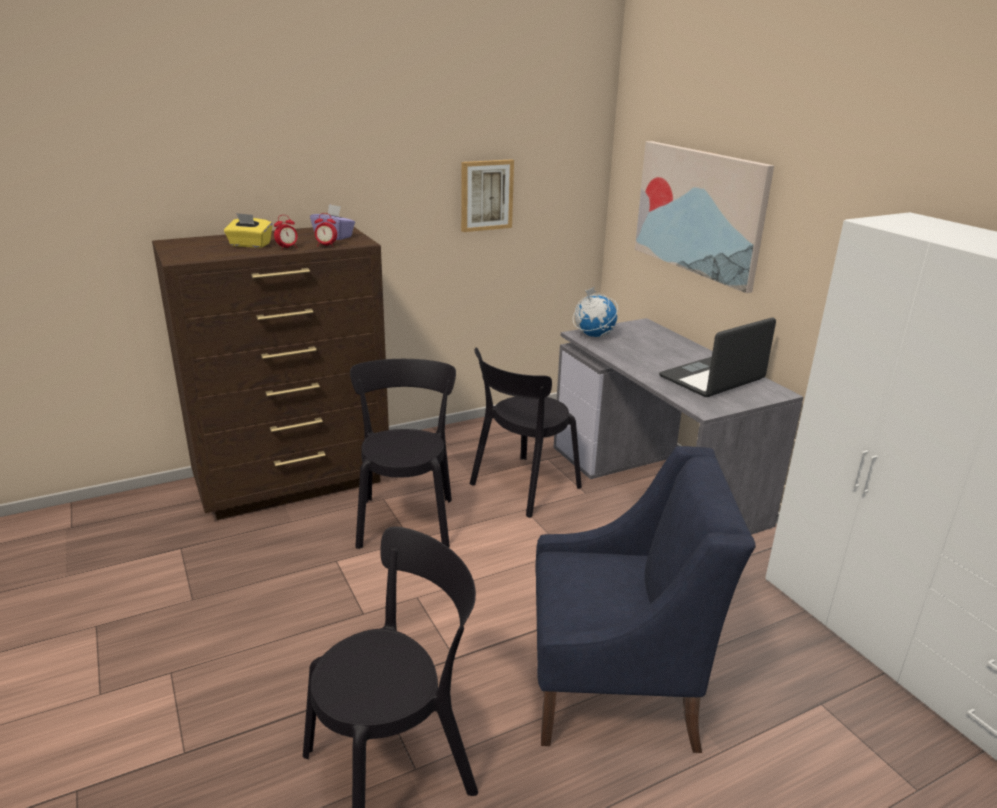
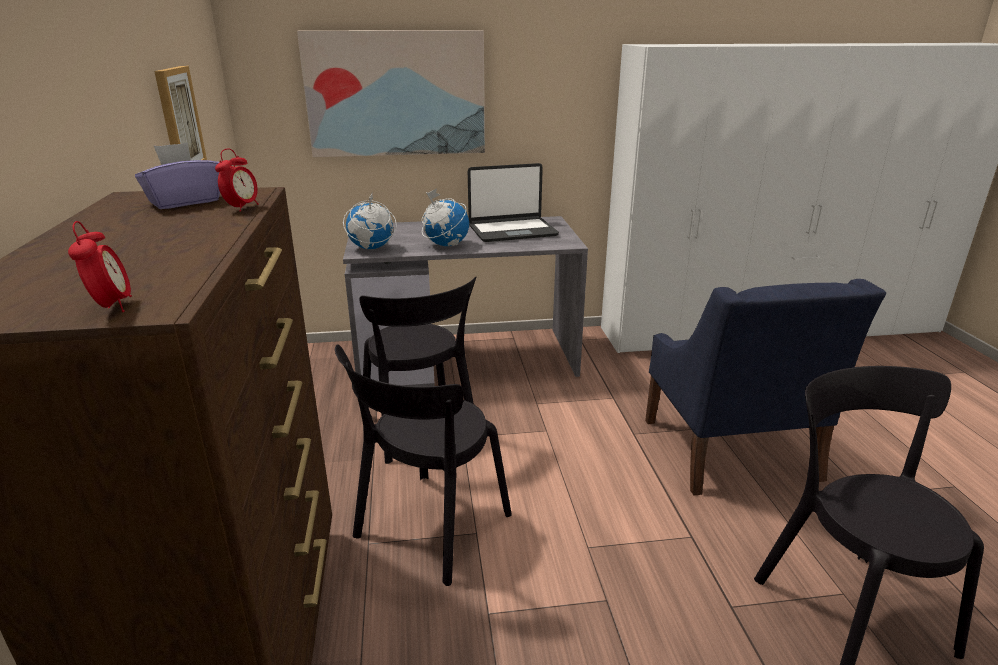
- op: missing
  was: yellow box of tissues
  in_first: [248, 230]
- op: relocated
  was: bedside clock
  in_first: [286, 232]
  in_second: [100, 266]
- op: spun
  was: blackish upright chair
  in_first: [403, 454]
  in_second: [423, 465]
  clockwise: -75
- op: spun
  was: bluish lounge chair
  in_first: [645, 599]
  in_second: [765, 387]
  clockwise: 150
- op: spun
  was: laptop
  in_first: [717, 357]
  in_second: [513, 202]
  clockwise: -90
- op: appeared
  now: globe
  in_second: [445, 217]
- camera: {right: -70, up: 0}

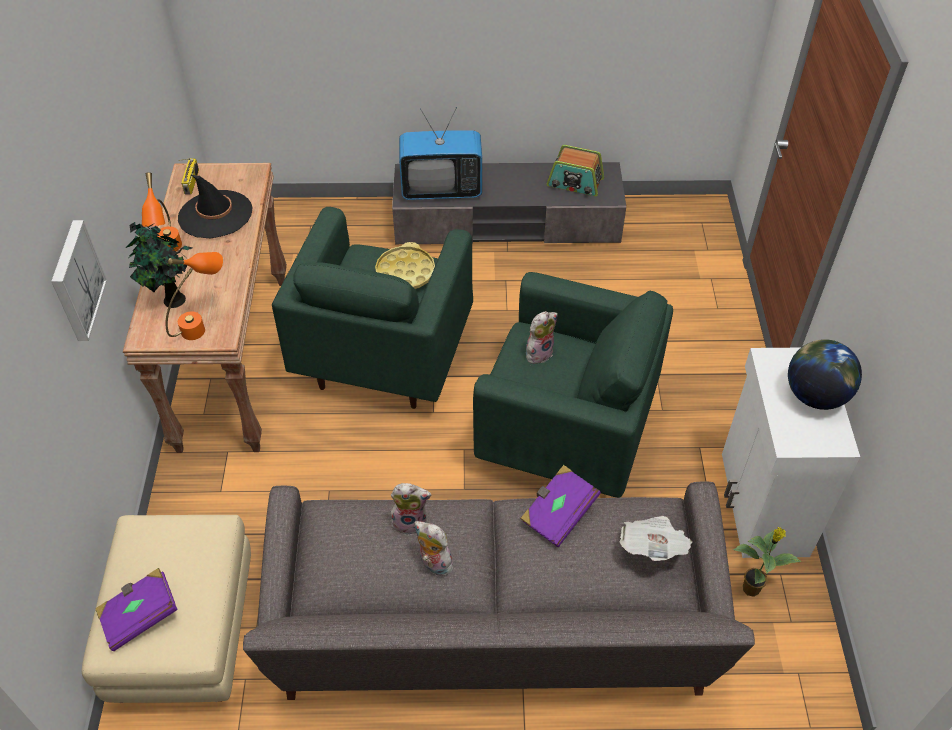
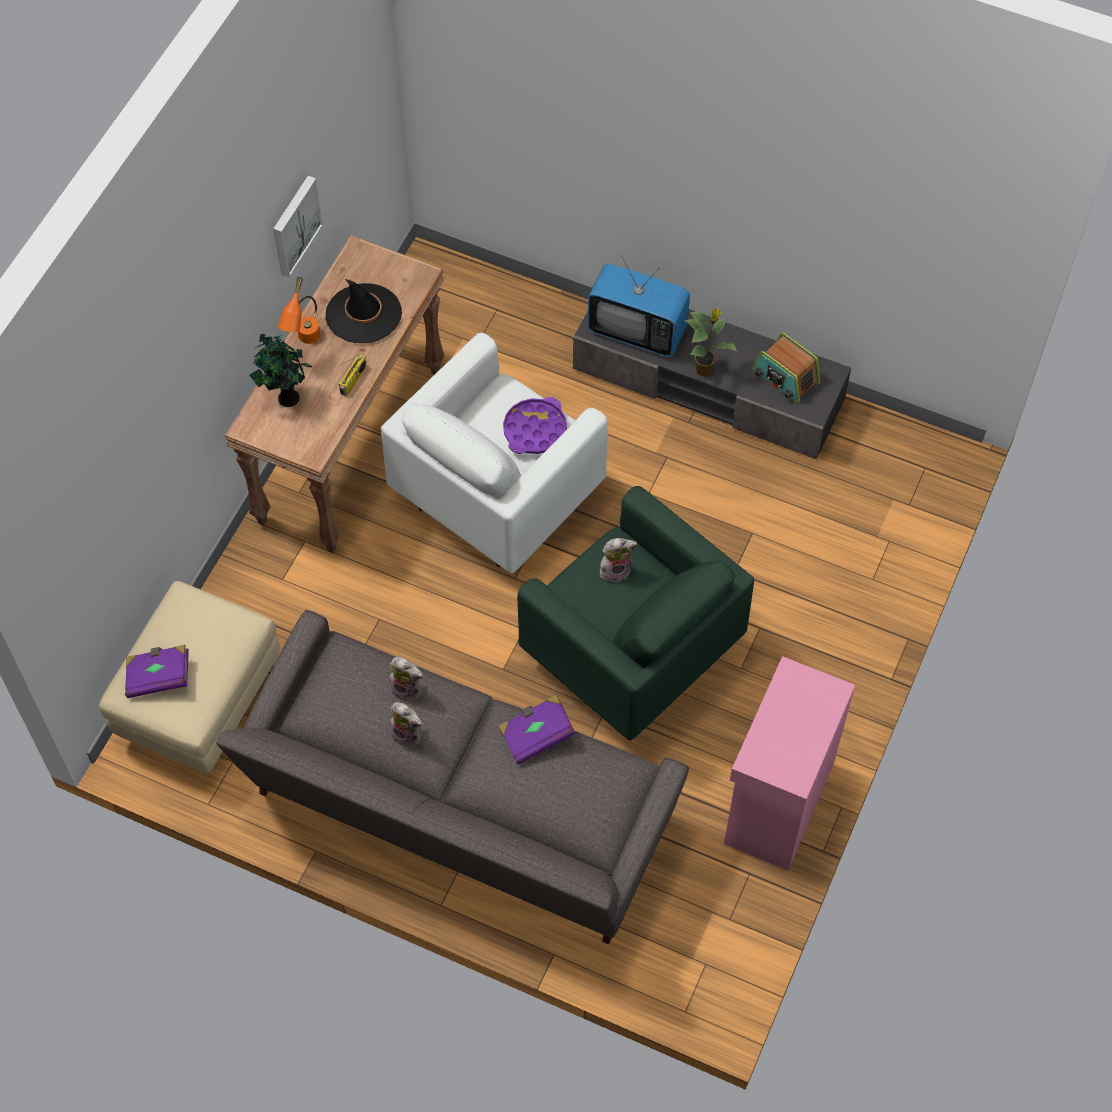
- op: relocated
  was: wall picture
  in_first: [79, 280]
  in_second: [298, 226]
- op: missing
  was: orange table lamp
  in_first: [194, 296]
- op: relocated
  was: radio receiver
  in_first: [188, 176]
  in_second: [353, 375]
- op: colour
  was: green lounge chair
  now: white lounge chair
  in_first: [372, 308]
  in_second: [494, 453]
- op: colour
  was: yellow carrying tray
  now: purplish carrying tray
  in_first: [405, 265]
  in_second: [535, 425]
- op: spun
  was: soft toy
  in_first: [434, 548]
  in_second: [406, 725]
  clockwise: 150
- op: missing
  was: newspaper
  in_first: [656, 538]
- op: colour
  was: white cabinet
  now: pink cabinet
  in_first: [791, 453]
  in_second: [789, 763]
- op: relocated
  was: potted plant
  in_first: [767, 562]
  in_second: [710, 342]
- op: missing
  was: globe
  in_first: [825, 374]
- camera: {right: 25, up: 10}

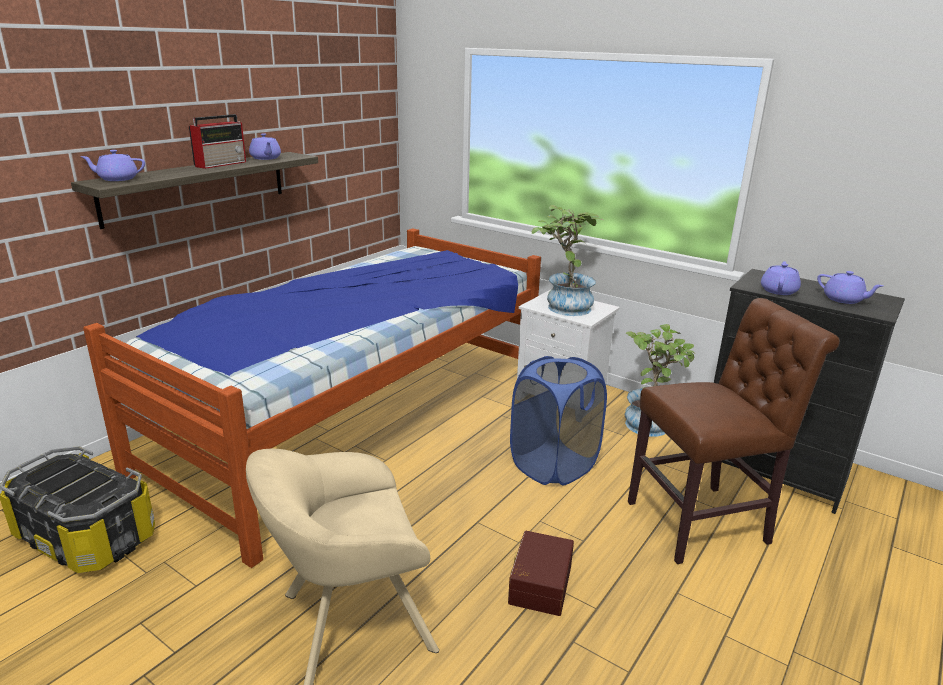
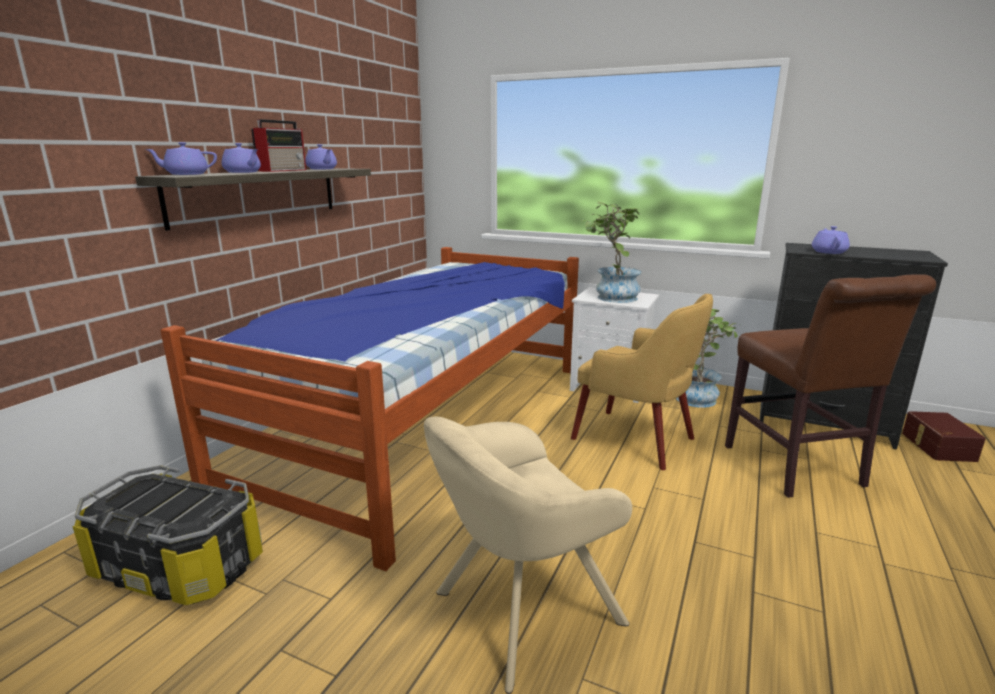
- op: relocated
  was: brown-coloured storage box
  in_first: [541, 573]
  in_second: [944, 436]
- op: exchanged
  was: bluish laundry basket
  now: yellow lounge chair
  in_first: [558, 421]
  in_second: [642, 382]
- op: spun
  was: brown-coloured upright chair
  in_first: [734, 431]
  in_second: [830, 386]
  clockwise: 105
- op: relocated
  was: purplish tea pot
  in_first: [850, 287]
  in_second: [241, 158]
- camera: {right: -10, up: -5}

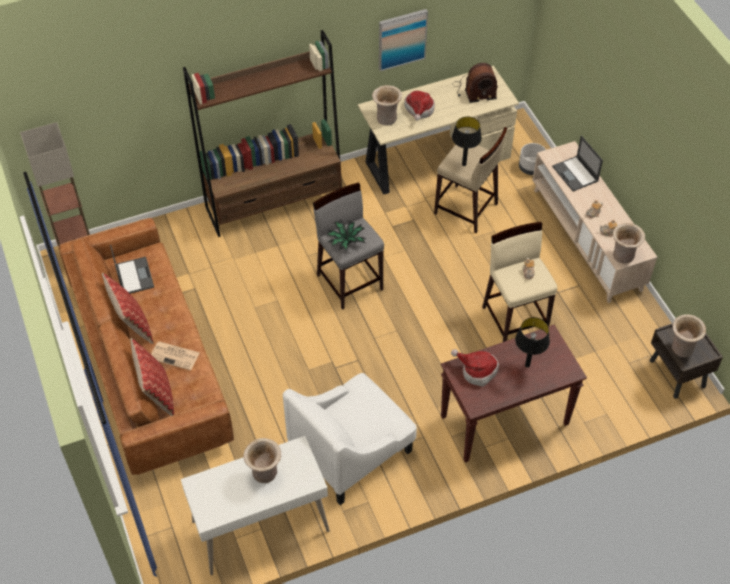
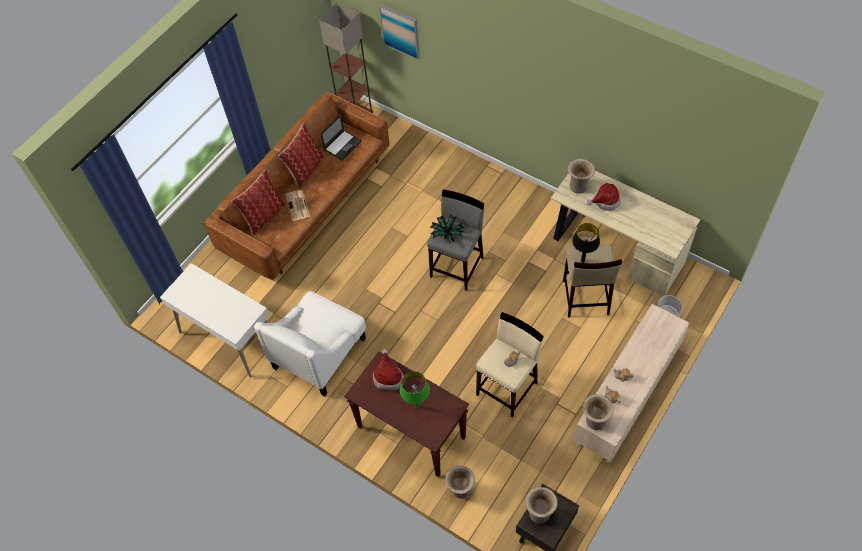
- op: missing
  was: brown-coloured shelving unit
  in_first: [262, 133]
- op: relocated
  was: beige-coloured flower vase
  in_first: [262, 460]
  in_second: [460, 482]
- op: spun
  was: white lounge chair
  in_first: [350, 439]
  in_second: [310, 344]
  clockwise: -75
- op: relocated
  was: wall picture
  in_first: [403, 40]
  in_second: [399, 32]
- op: missing
  was: radio receiver
  in_first: [475, 83]
- op: colour
  was: blackish table lamp
  now: green table lamp
  in_first: [532, 342]
  in_second: [415, 389]
- op: missing
  was: laptop
  in_first: [577, 164]
- camera: {right: 60, up: 5}

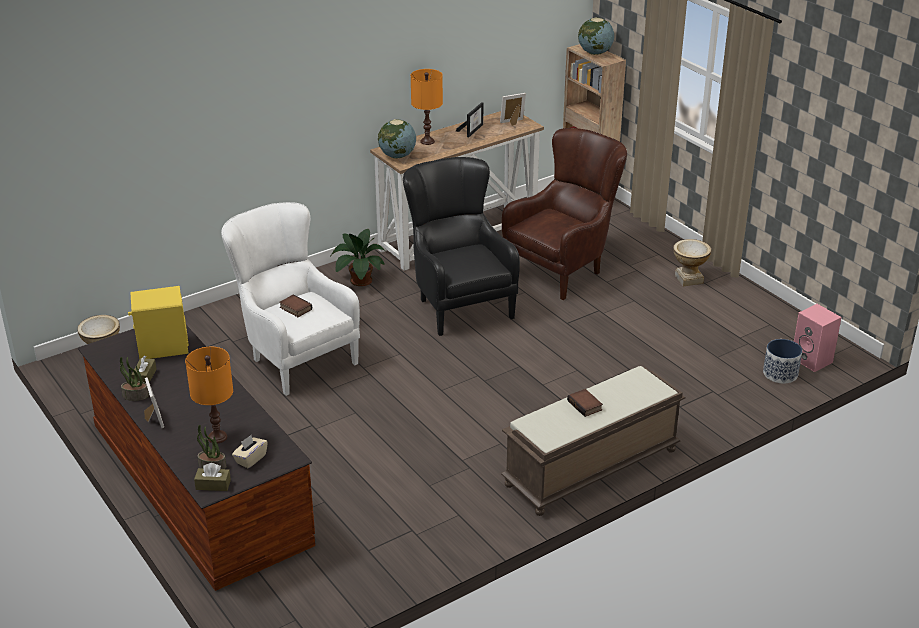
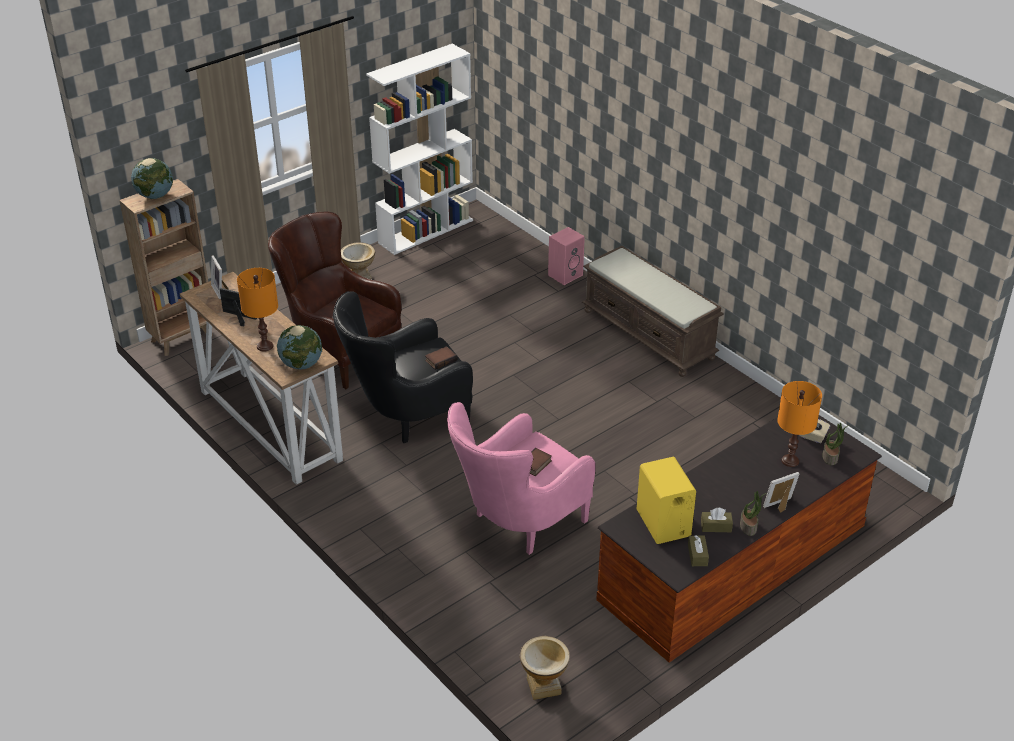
- op: relocated
  was: brown-coloured box of tissues
  in_first: [212, 477]
  in_second: [698, 550]
- op: colour
  was: white lounge chair
  now: pink lounge chair
  in_first: [290, 299]
  in_second: [521, 478]
- op: missing
  was: potted plant
  in_first: [358, 257]
- op: relocated
  was: volume
  in_first: [585, 403]
  in_second: [441, 358]
- op: missing
  was: flower pot
  in_first: [782, 361]
- op: relocated
  was: pink audio speaker
  in_first: [818, 338]
  in_second: [566, 256]
- op: appeared
  now: white shelving unit
  in_second: [419, 149]
- camera: {right: -95, up: 5}

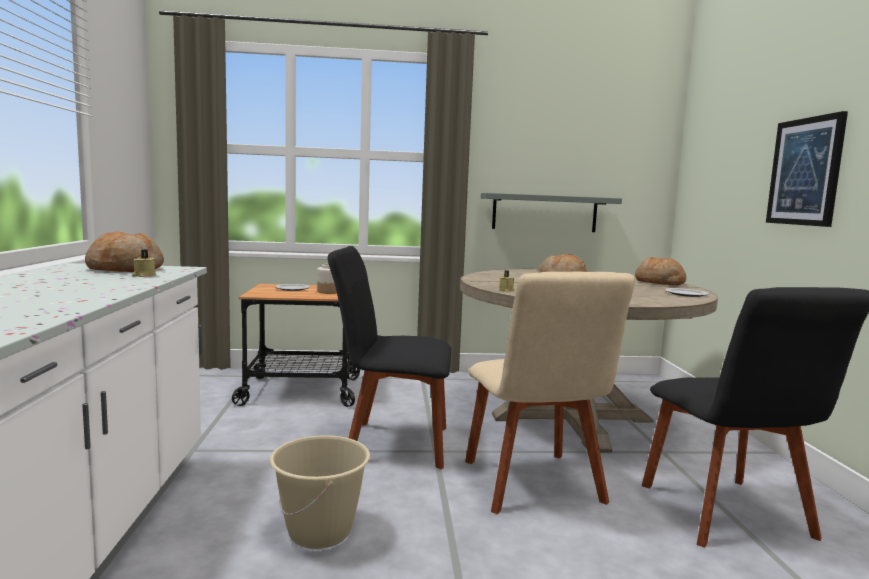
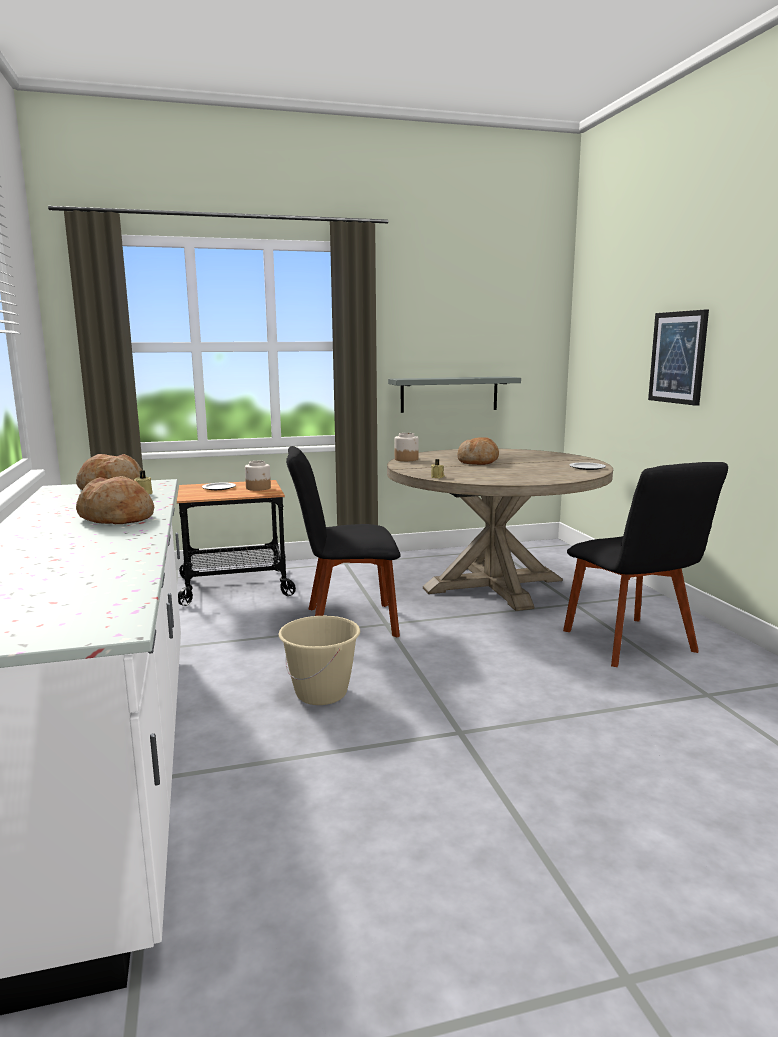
- op: missing
  was: beige-coloured upright chair
  in_first: [550, 393]
- op: relocated
  was: bakery bread
  in_first: [660, 271]
  in_second: [115, 500]
- op: appeared
  now: jar
  in_second: [407, 447]
- camera: {right: -10, up: 5}

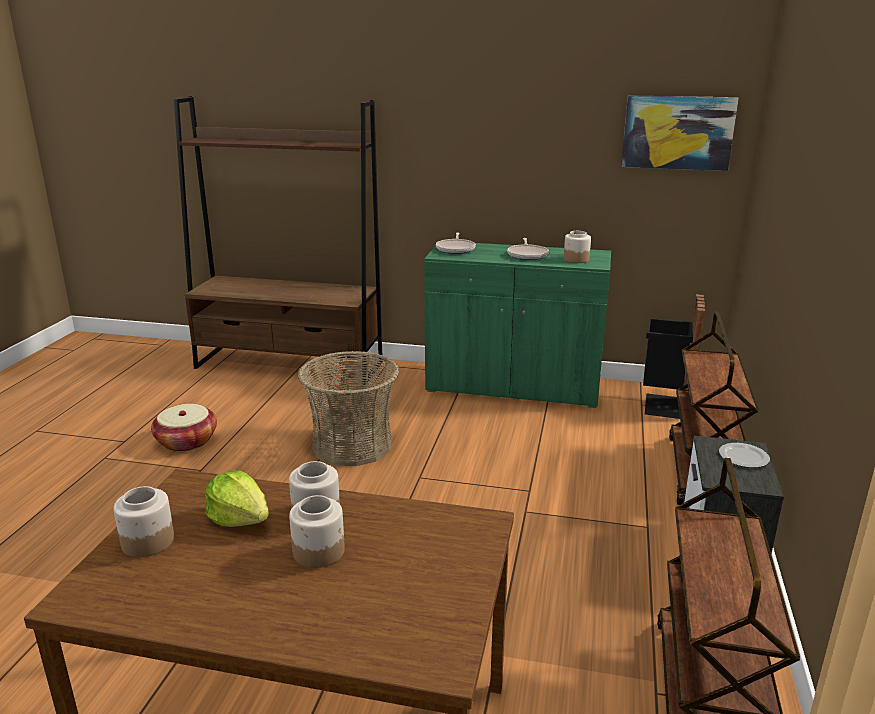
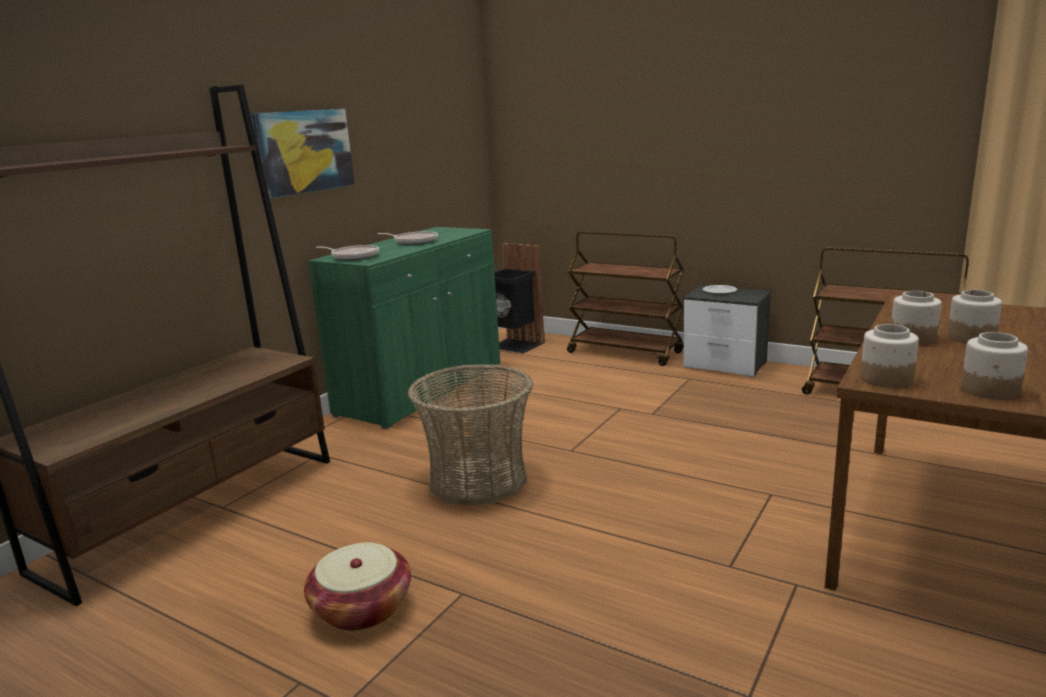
- op: missing
  was: lettuce
  in_first: [237, 498]
- op: relocated
  was: jar
  in_first: [577, 247]
  in_second: [889, 356]
- op: relocated
  was: wall picture
  in_first: [680, 133]
  in_second: [302, 153]
- camera: {right: -70, up: -5}

